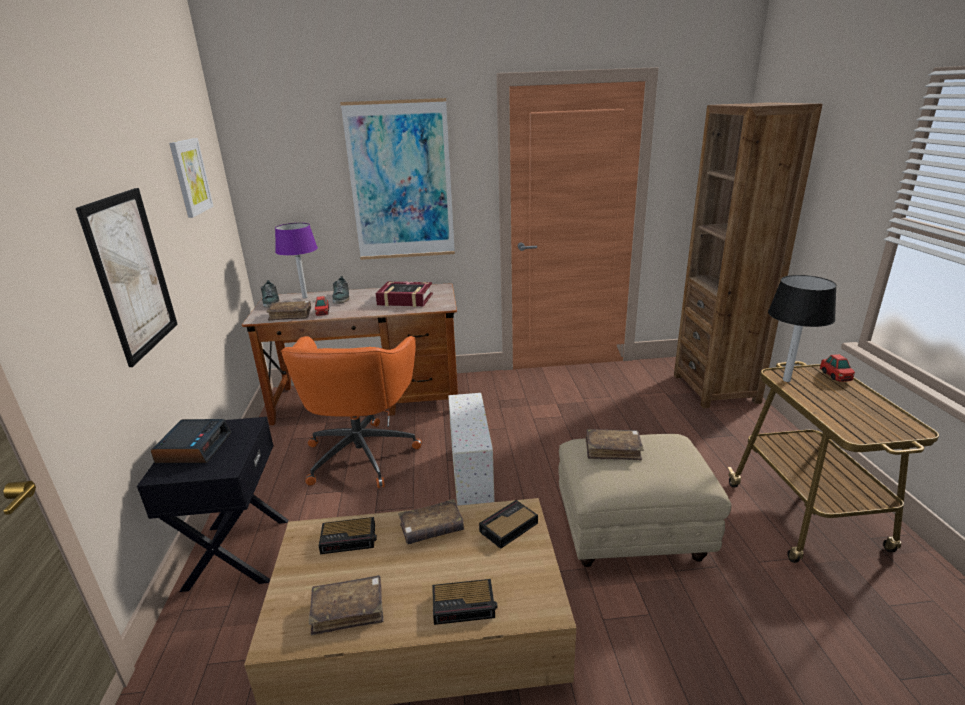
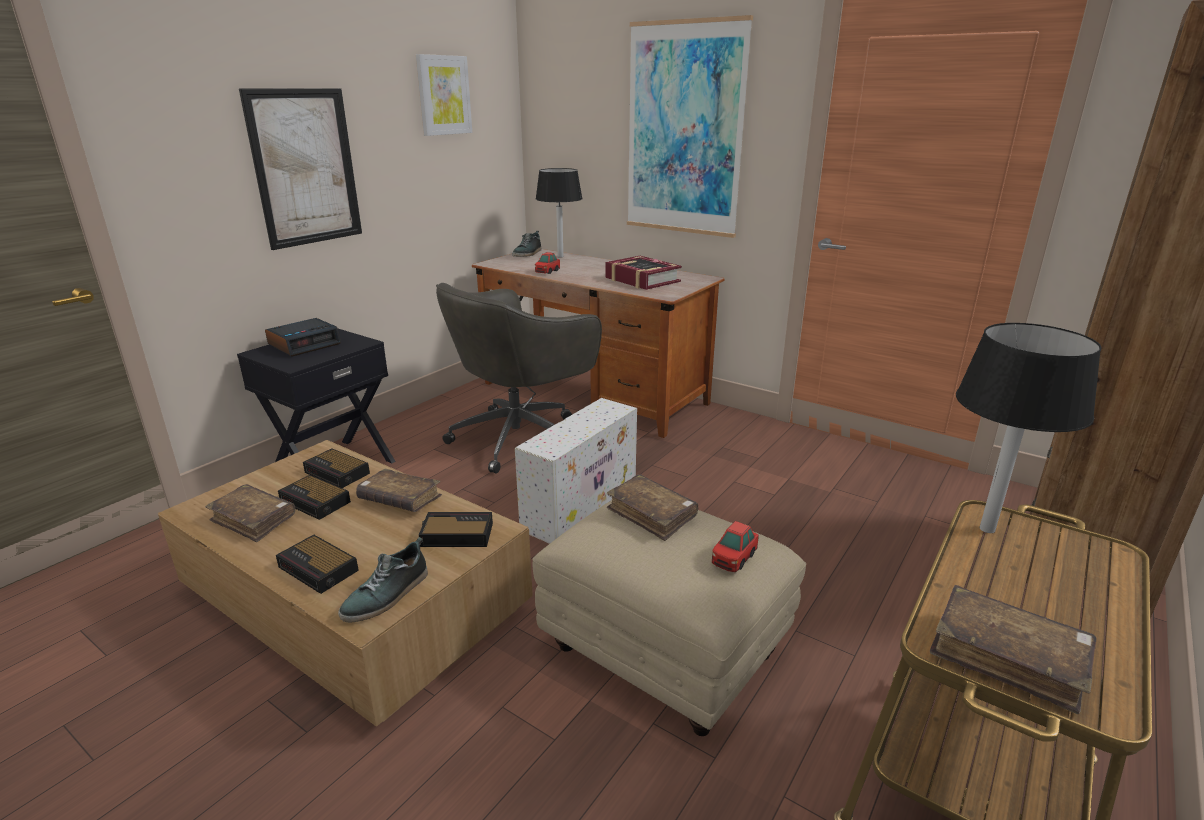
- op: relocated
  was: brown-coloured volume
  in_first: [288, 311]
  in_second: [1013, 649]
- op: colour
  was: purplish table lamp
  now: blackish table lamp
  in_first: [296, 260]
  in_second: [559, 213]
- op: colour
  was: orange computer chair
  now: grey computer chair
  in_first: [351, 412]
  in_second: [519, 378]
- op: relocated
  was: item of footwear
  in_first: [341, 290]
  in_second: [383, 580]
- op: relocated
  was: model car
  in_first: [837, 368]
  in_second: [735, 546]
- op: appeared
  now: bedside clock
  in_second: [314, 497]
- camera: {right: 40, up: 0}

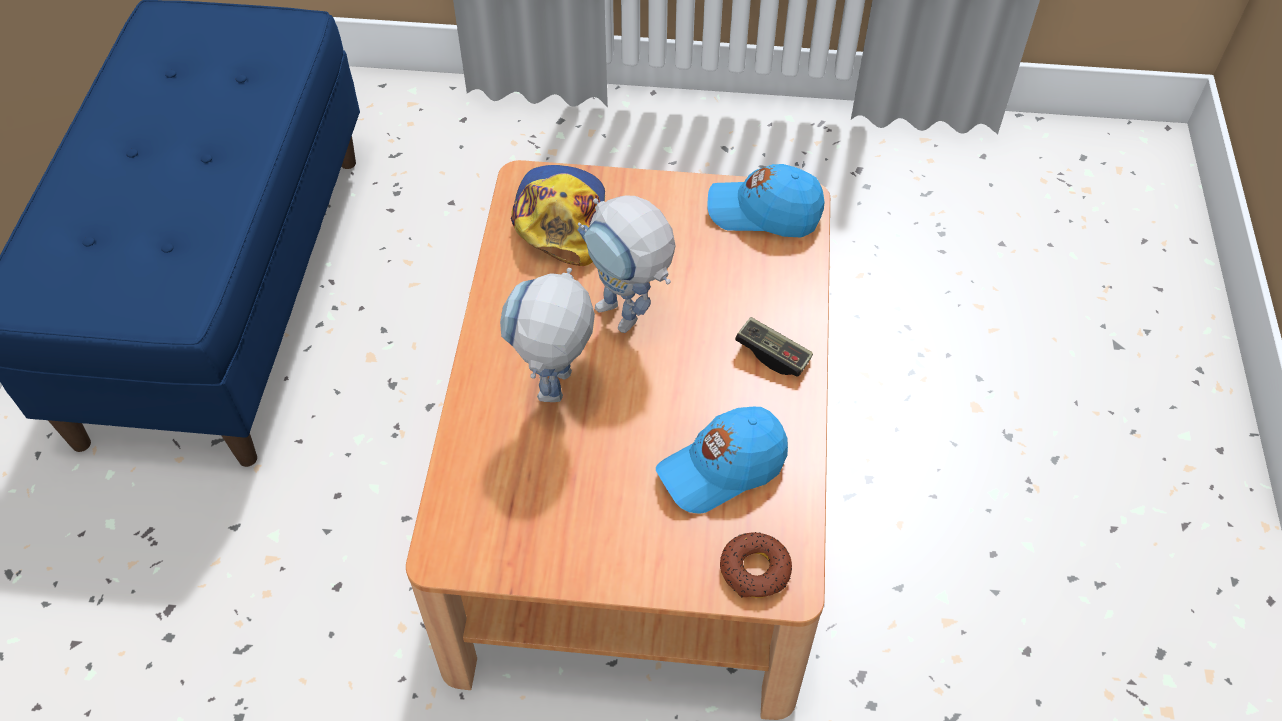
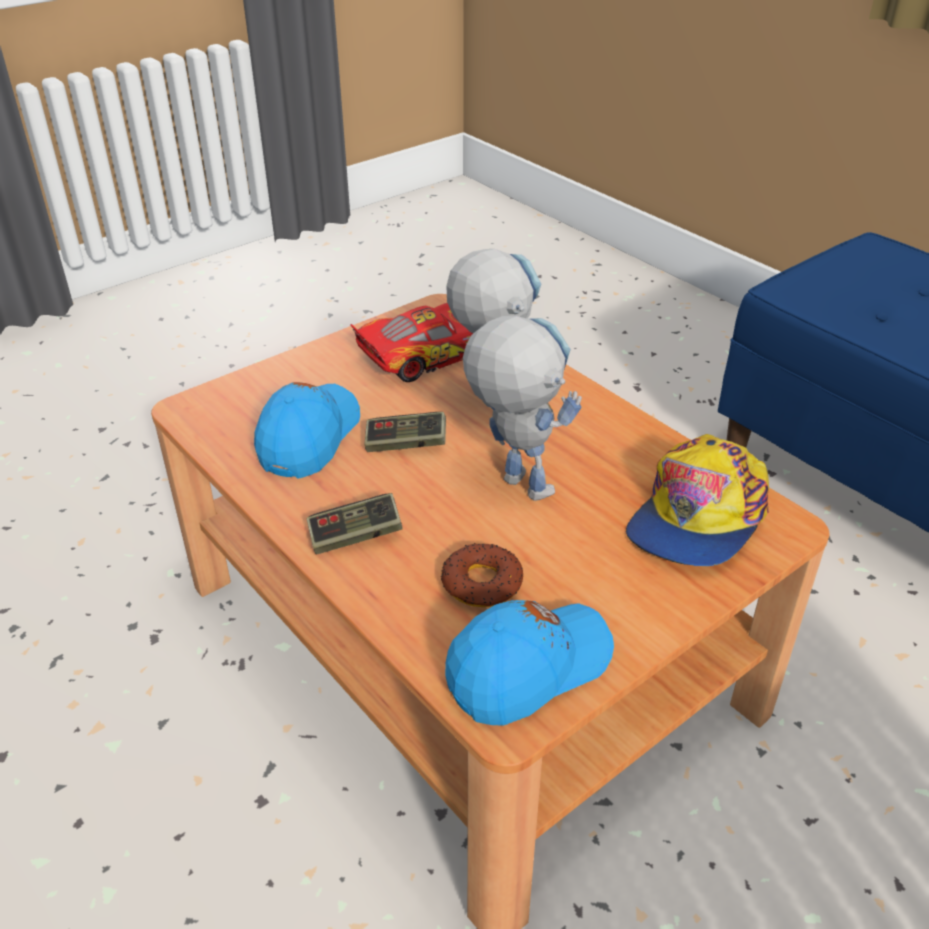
- op: spun
  was: baseball cap
  in_first: [558, 215]
  in_second: [697, 500]
  clockwise: 75
- op: spun
  was: robot figure
  in_first: [627, 264]
  in_second: [522, 408]
  clockwise: 45
- op: relocated
  was: doughnut
  in_first: [756, 565]
  in_second: [482, 575]
- op: appeared
  now: model car
  in_second: [411, 342]
- op: appeared
  now: game controller
  in_second: [405, 432]
- camera: {right: 135, up: -15}

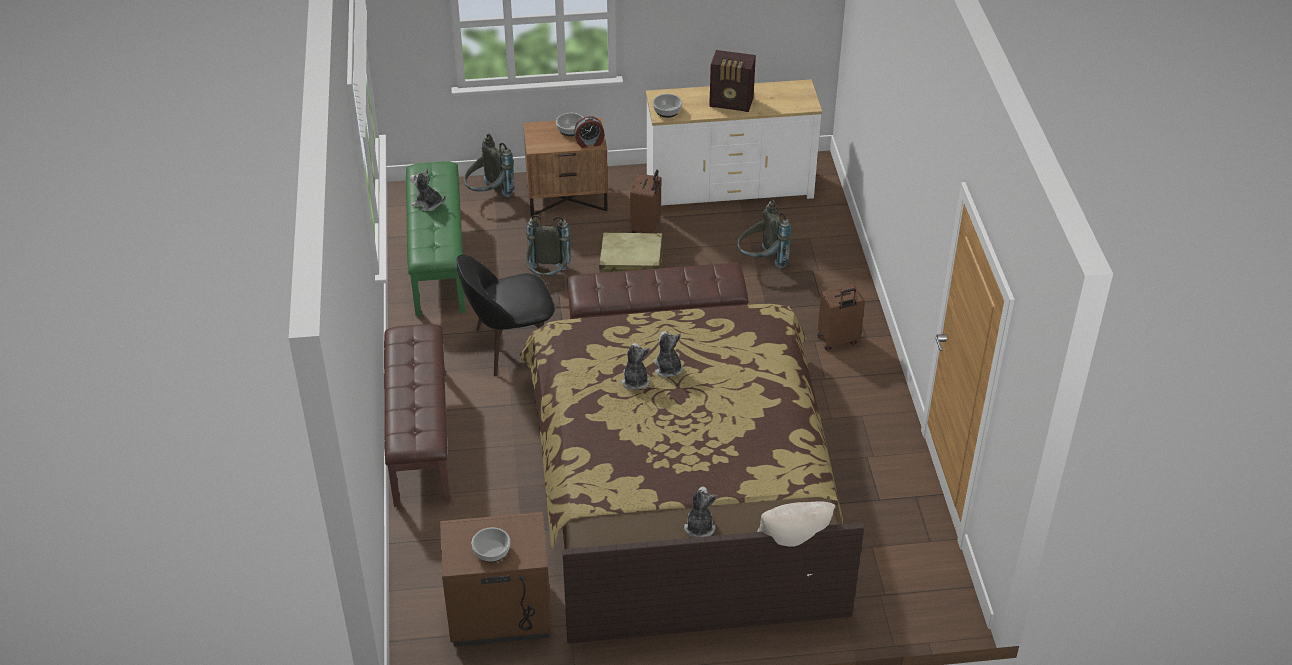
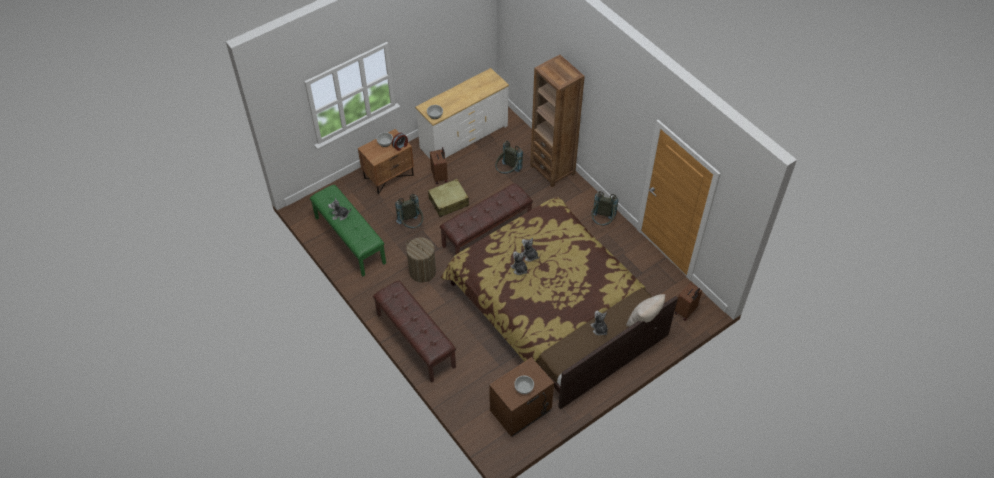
- op: exchanged
  was: blackish upright chair
  now: laundry basket
  in_first: [505, 315]
  in_second: [421, 259]
- op: relocated
  was: grey rucksack
  in_first: [489, 165]
  in_second: [605, 208]
- op: missing
  was: radio receiver
  in_first: [732, 81]
- op: relocated
  was: brown-coloured suitcase
  in_first: [841, 317]
  in_second: [688, 301]
- op: appeared
  now: brown-coloured shelving unit
  in_second: [557, 121]
- camera: {right: -30, up: 10}

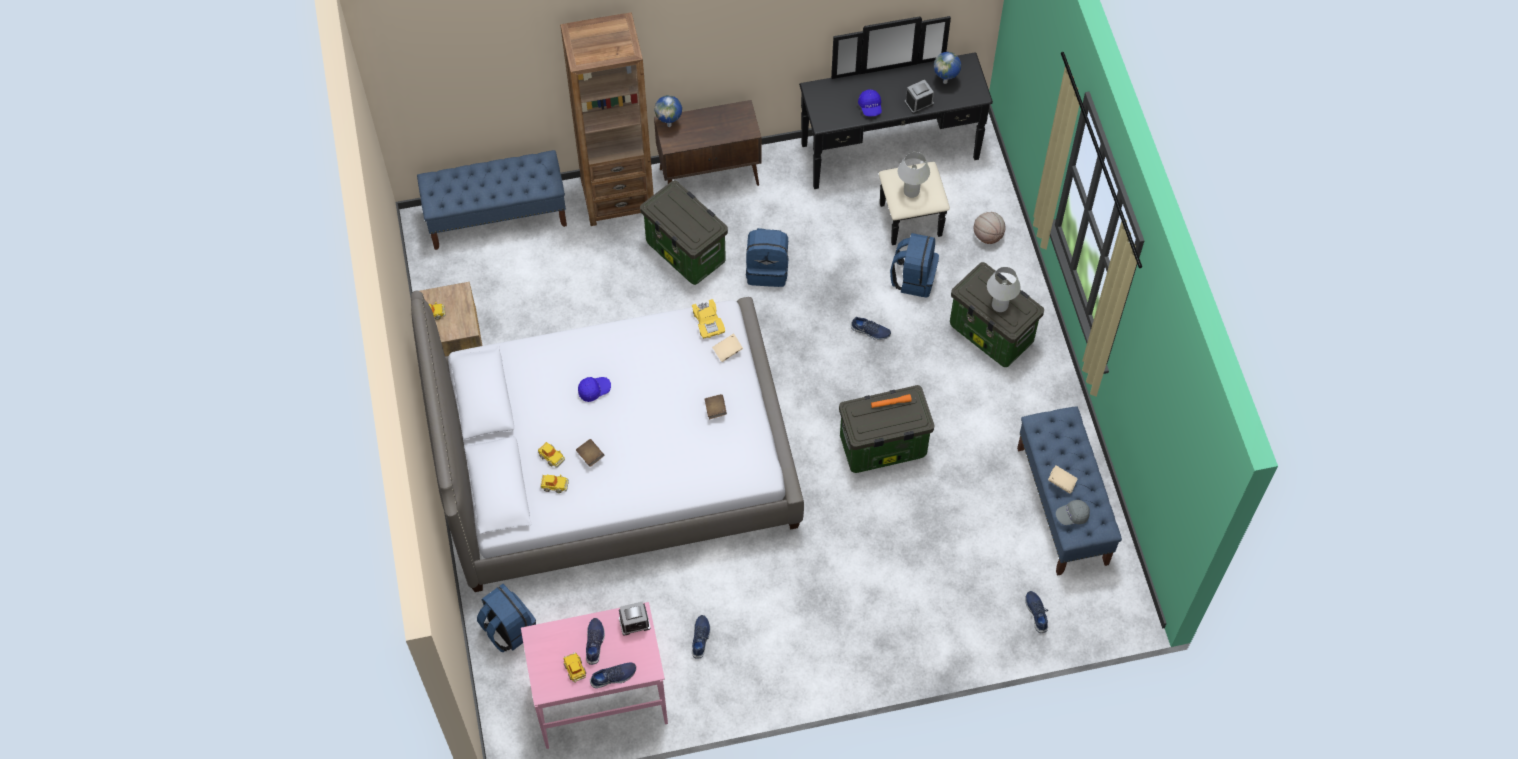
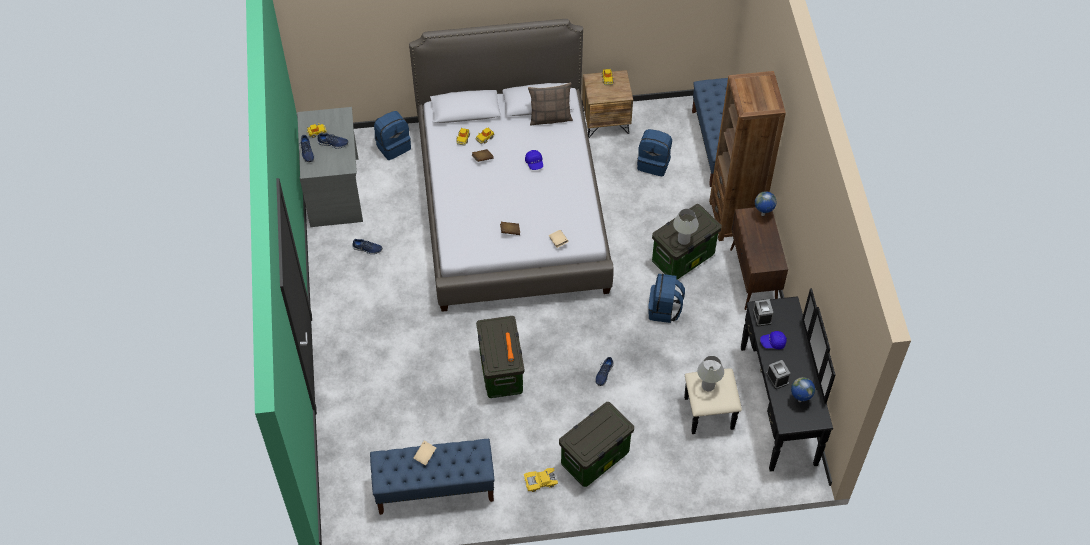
- op: colour
  was: pink desk unit
  now: grey desk unit
  in_first: [594, 675]
  in_second: [330, 167]
- op: relocated
  was: bedside clock
  in_first: [635, 618]
  in_second: [763, 312]
- op: relocated
  was: yellow model car
  in_first: [708, 319]
  in_second: [541, 480]
- op: relocated
  was: bluish rucksack
  in_first: [914, 265]
  in_second: [654, 152]
- op: missing
  was: basketball ball
  in_first: [990, 228]
- op: relocated
  was: white table lamp
  in_first: [1004, 289]
  in_second: [686, 227]
- op: missing
  was: bluish item of footwear
  in_first: [1036, 612]
- op: missing
  was: grey baseball cap
  in_first: [1073, 512]
- op: appeared
  now: pillow
  in_second: [550, 104]
- camera: {right: 95, up: -5}

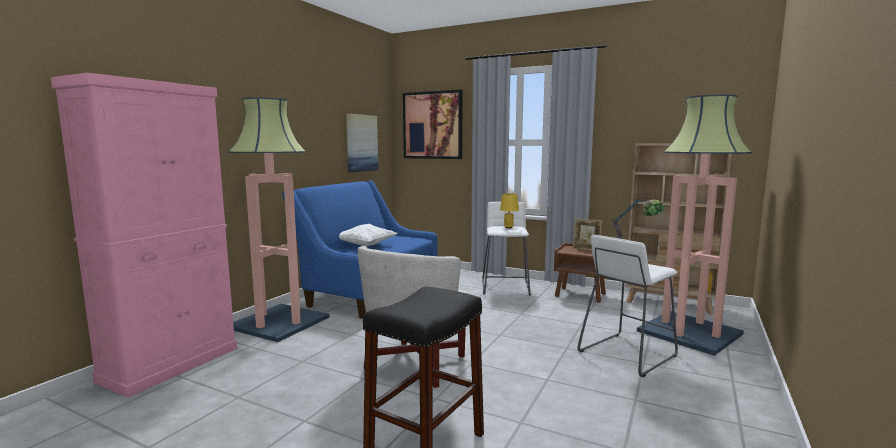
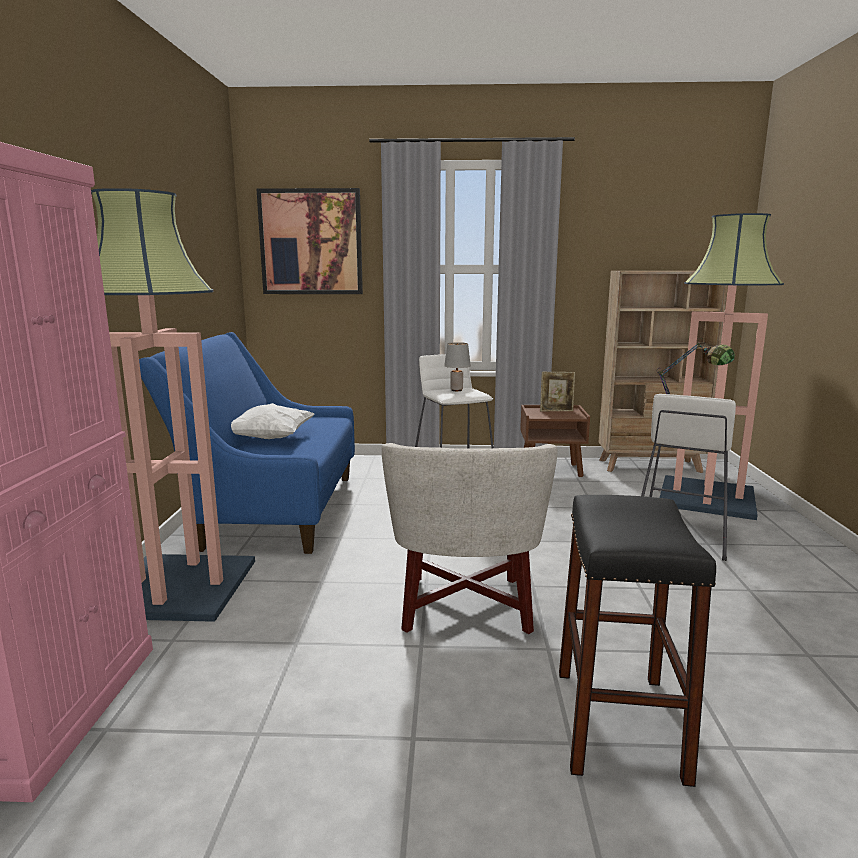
- op: missing
  was: wall picture
  in_first: [362, 143]
- op: colour
  was: yellow table lamp
  now: grey table lamp
  in_first: [509, 210]
  in_second: [457, 366]
- camera: {right: -25, up: 5}

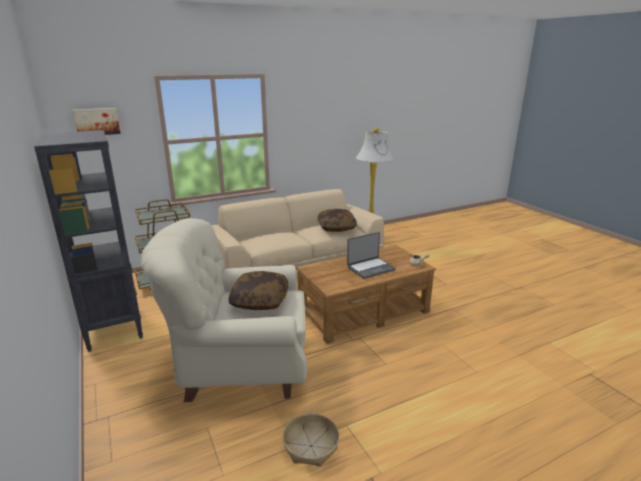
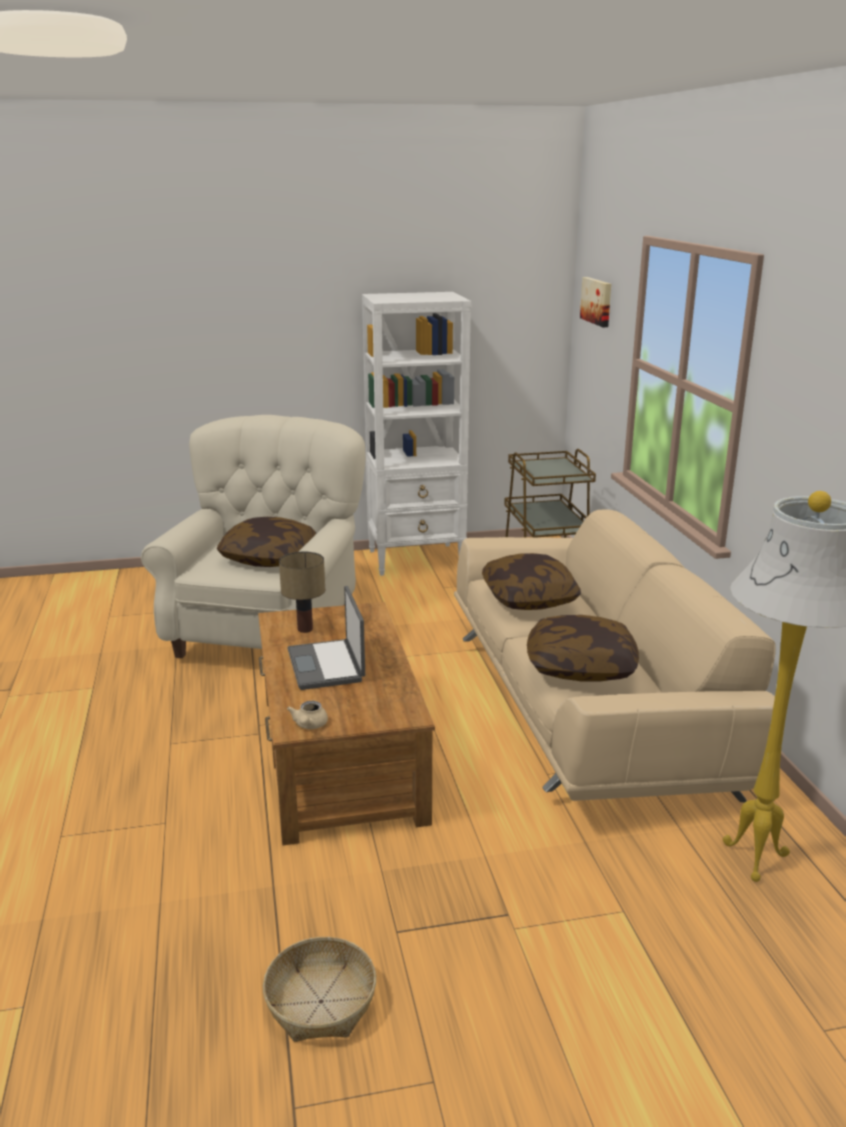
- op: colour
  was: blackish shelving unit
  now: white shelving unit
  in_first: [88, 241]
  in_second: [416, 434]
- op: relocated
  was: basket
  in_first: [311, 440]
  in_second: [319, 989]
- op: appeared
  now: table lamp
  in_second: [302, 592]
- op: appeared
  now: pillow
  in_second: [531, 581]
- camera: {right: 105, up: 0}

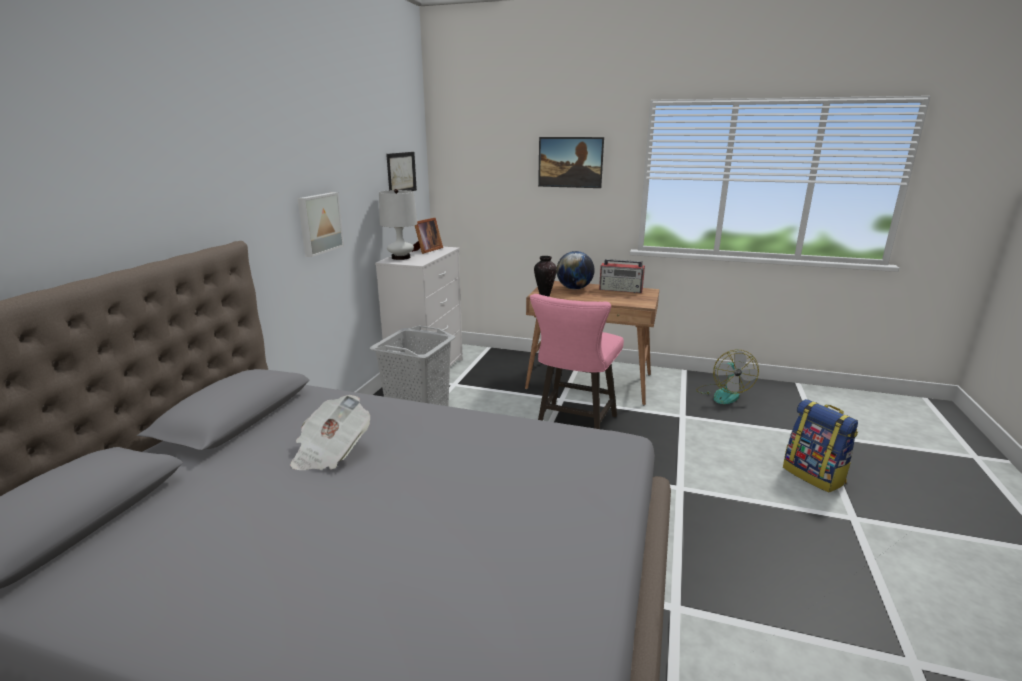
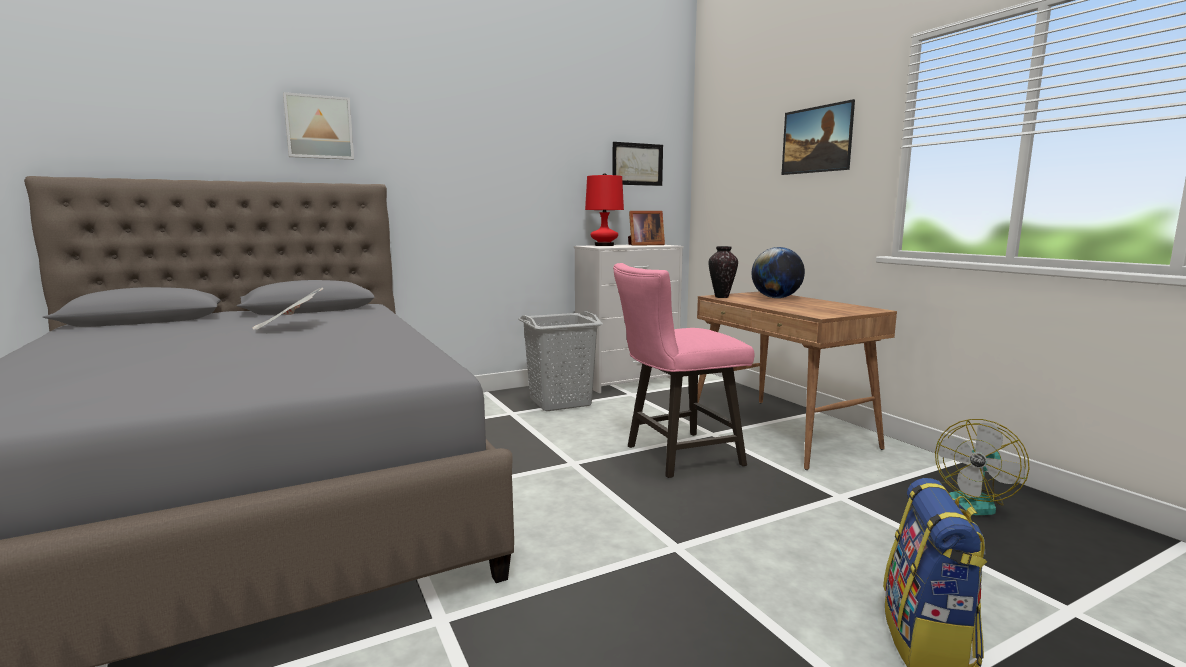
- op: relocated
  was: wall picture
  in_first: [320, 224]
  in_second: [318, 126]
- op: colour
  was: white table lamp
  now: reddish table lamp
  in_first: [398, 224]
  in_second: [604, 209]
- op: missing
  was: radio receiver
  in_first: [622, 276]
- camera: {right: 45, up: -10}

